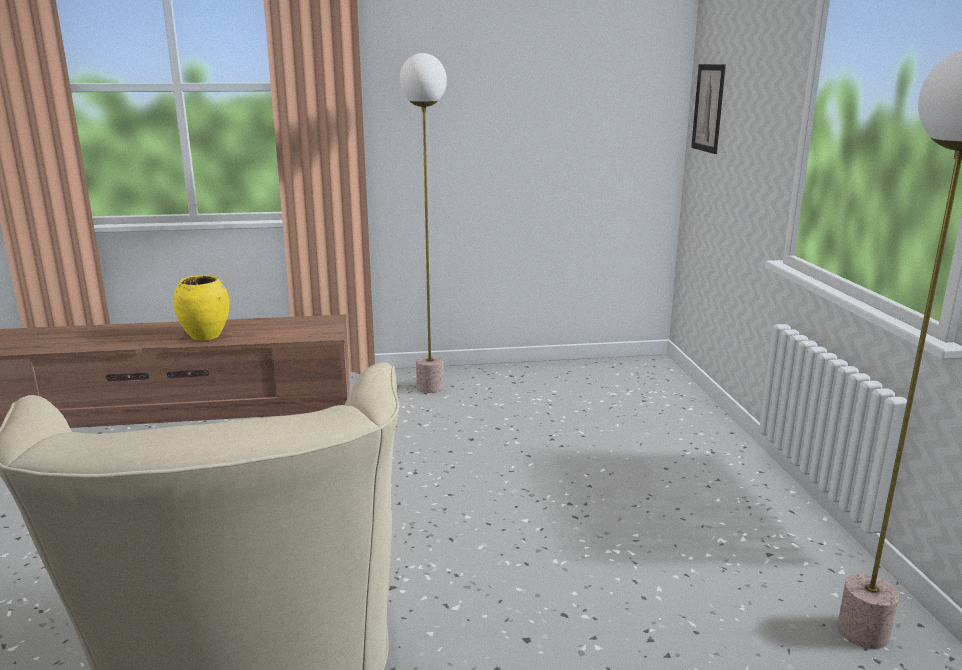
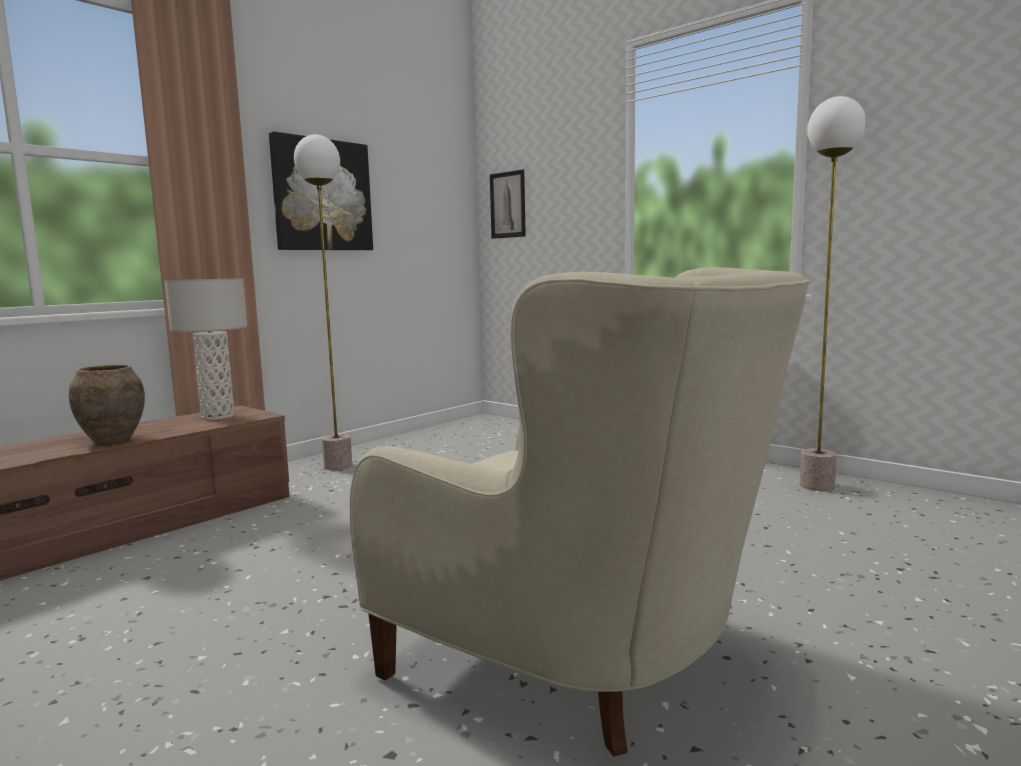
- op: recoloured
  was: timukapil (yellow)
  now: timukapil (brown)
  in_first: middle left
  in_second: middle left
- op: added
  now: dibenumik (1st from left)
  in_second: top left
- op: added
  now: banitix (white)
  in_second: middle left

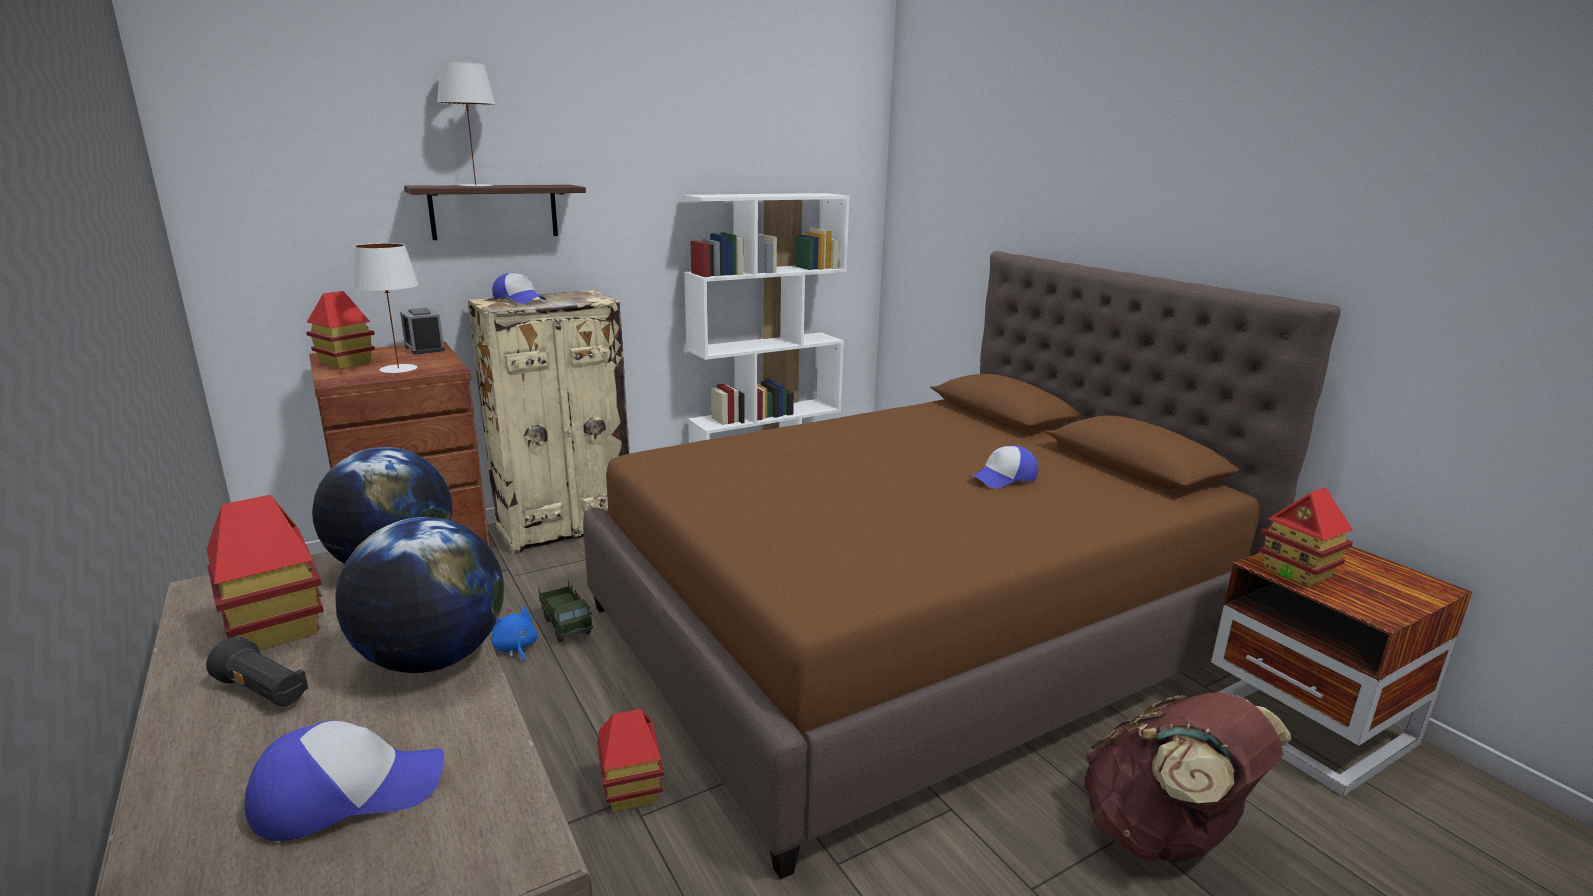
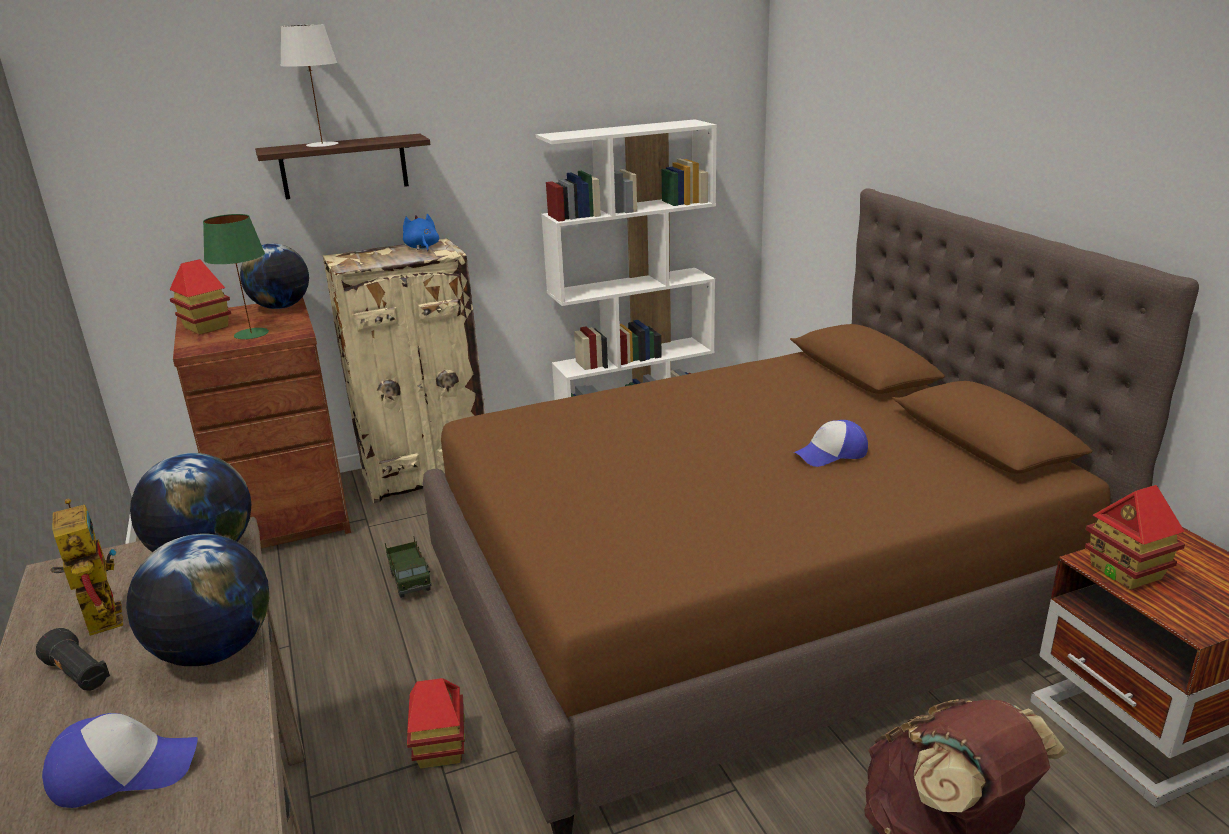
- op: recoloured
  was: banitix (white) (1st from left)
  now: banitix (green)
  in_first: middle left
  in_second: top left
- op: removed
  was: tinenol (2nd from left)
  in_first: top left
- op: replaced
  was: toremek
  now: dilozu (3rd from left)
  in_first: middle left
  in_second: top left
- op: replaced
  was: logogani (1st from left)
  now: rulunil
  in_first: middle left
  in_second: bottom left
- op: moved
  was: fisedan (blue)
  in_first: bottom left
  in_second: top centre

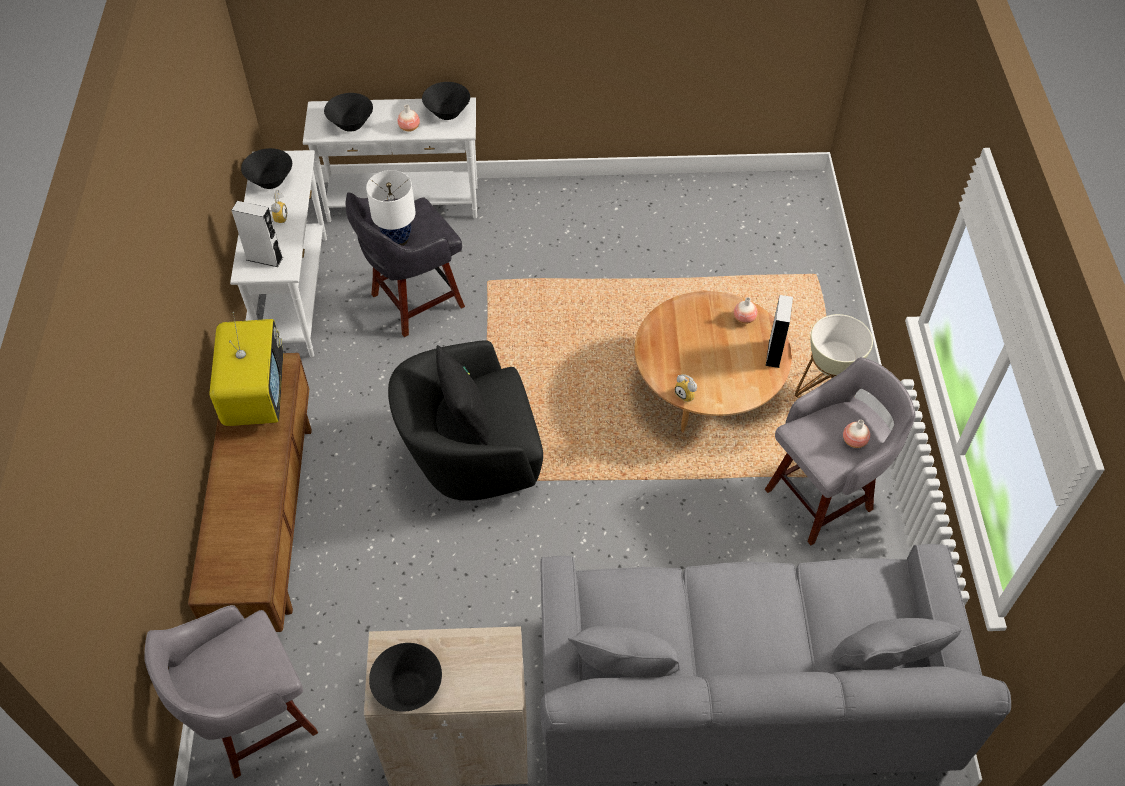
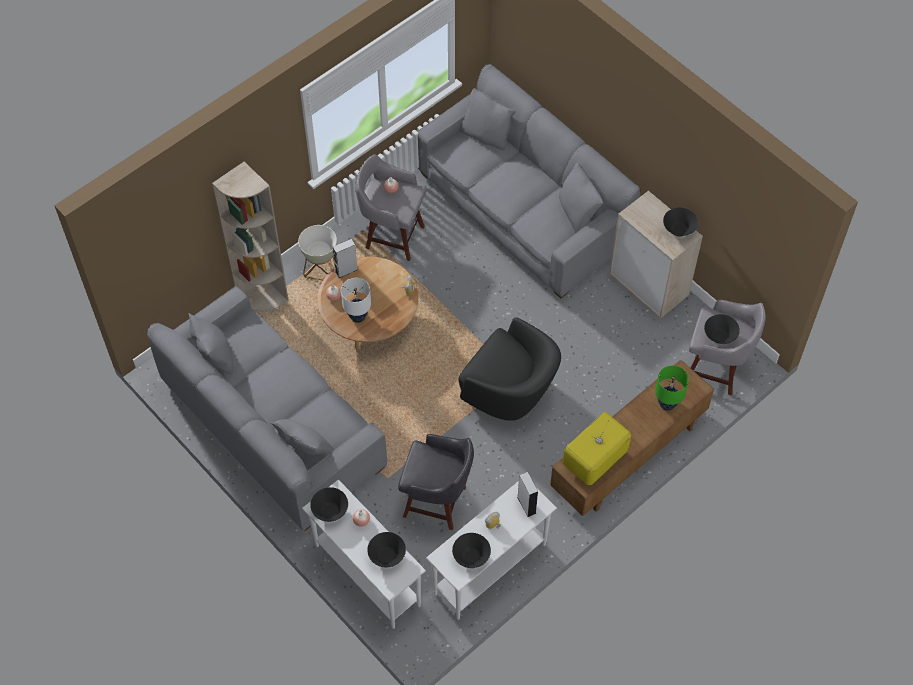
- op: moved
  was: banitix (white)
  in_first: top centre
  in_second: centre
- op: removed
  was: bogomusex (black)
  in_first: centre
- op: added
  now: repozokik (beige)
  in_second: middle left
- op: added
  now: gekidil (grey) (1st from left)
  in_second: middle left
- op: added
  now: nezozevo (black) (5th from left)
  in_second: middle right
- op: added
  now: banitix (green)
  in_second: middle right

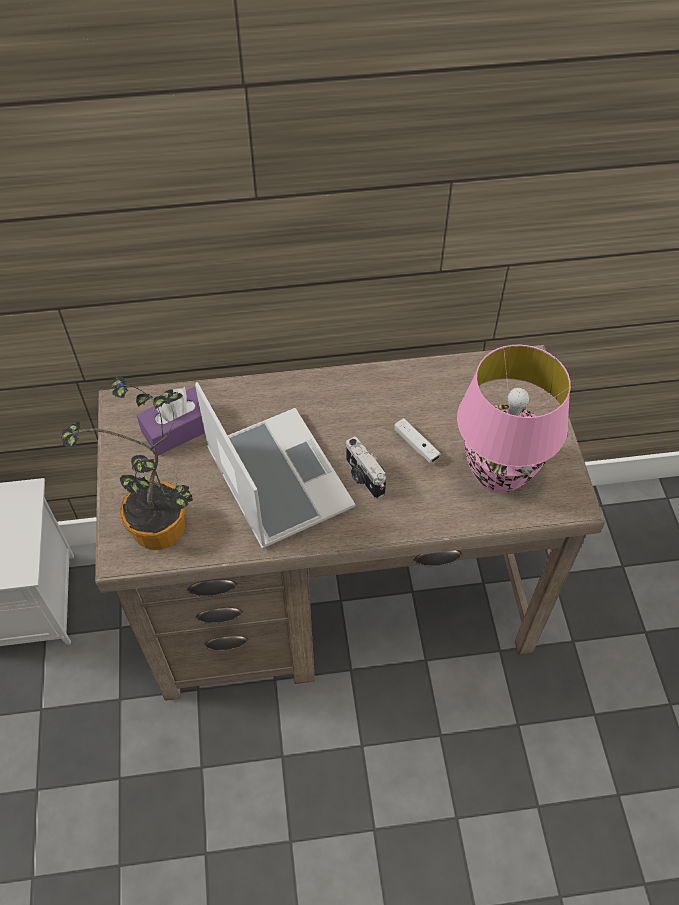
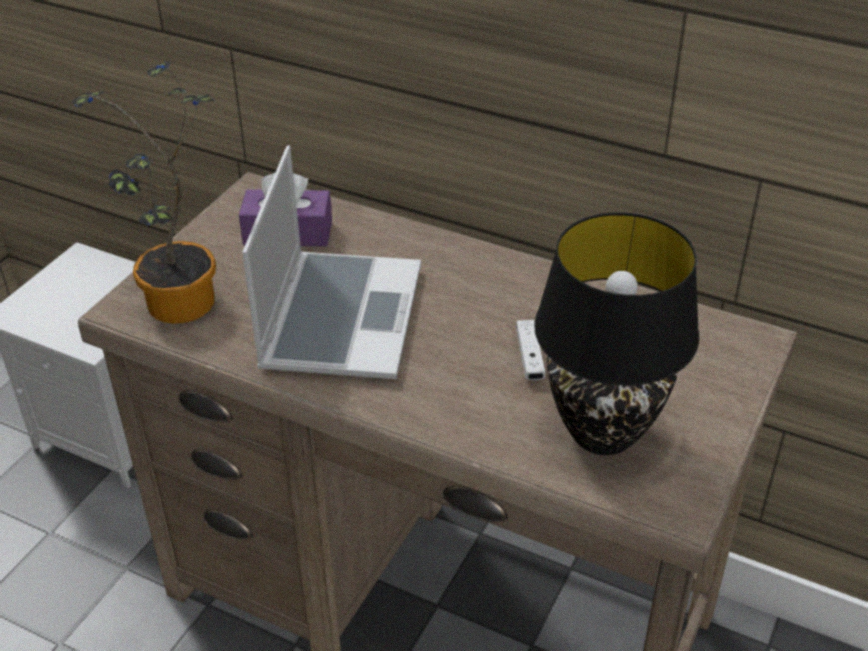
- op: recoloured
  was: banitix (pink)
  now: banitix (black)
  in_first: middle right
  in_second: middle right
- op: removed
  was: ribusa
  in_first: centre

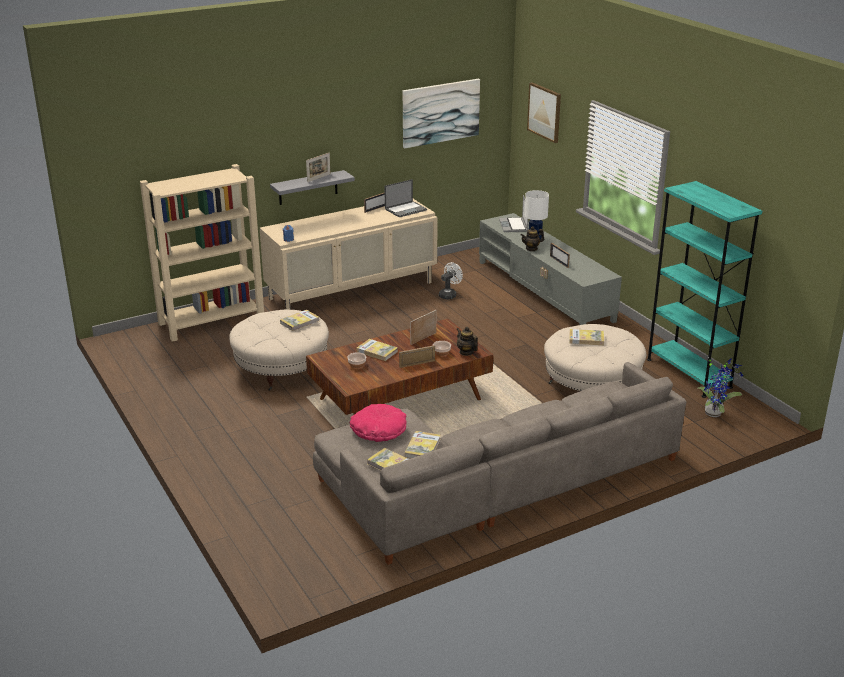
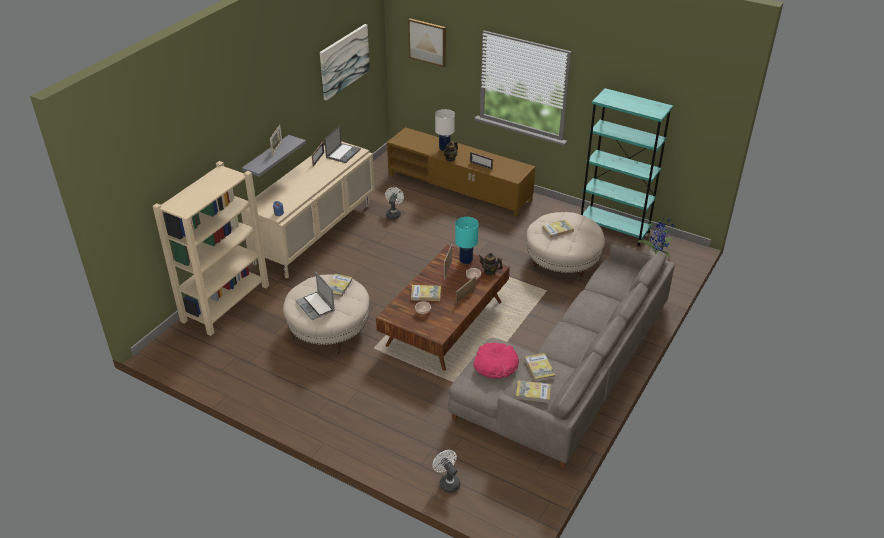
- op: moved
  was: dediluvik (2nd from left in the first image)
  now: dediluvik (1st from left)
  in_first: top centre
  in_second: centre
- op: recoloured
  was: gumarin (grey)
  now: gumarin (brown)
  in_first: centre
  in_second: top centre
- op: added
  now: banitix (turquoise)
  in_second: centre
- op: added
  now: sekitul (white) (2nd from left)
  in_second: bottom centre

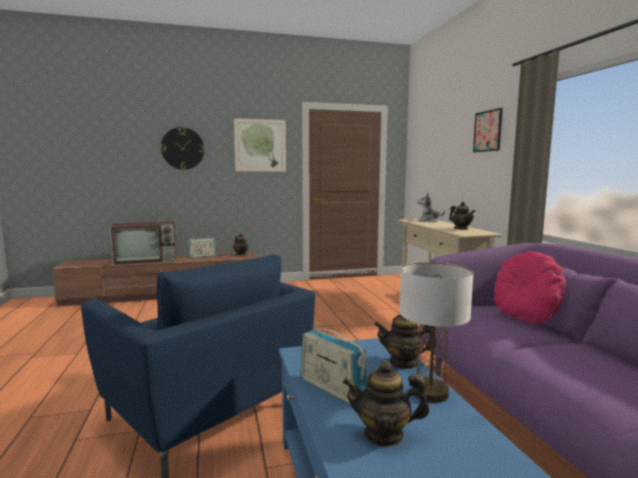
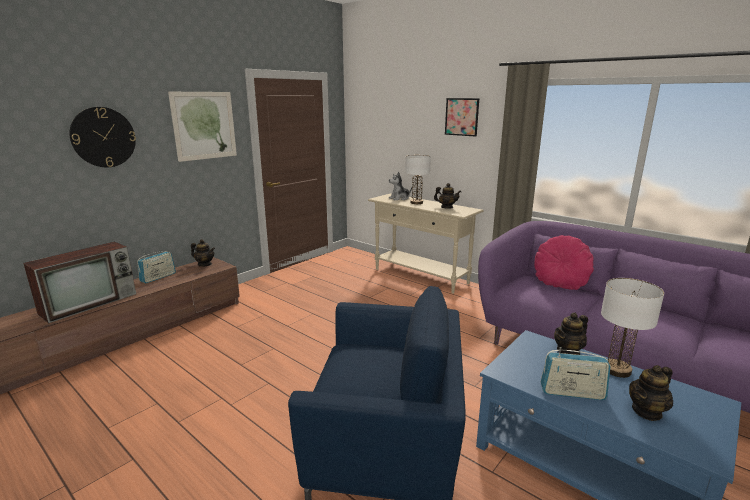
- op: added
  now: banitix (1st from left)
  in_second: centre

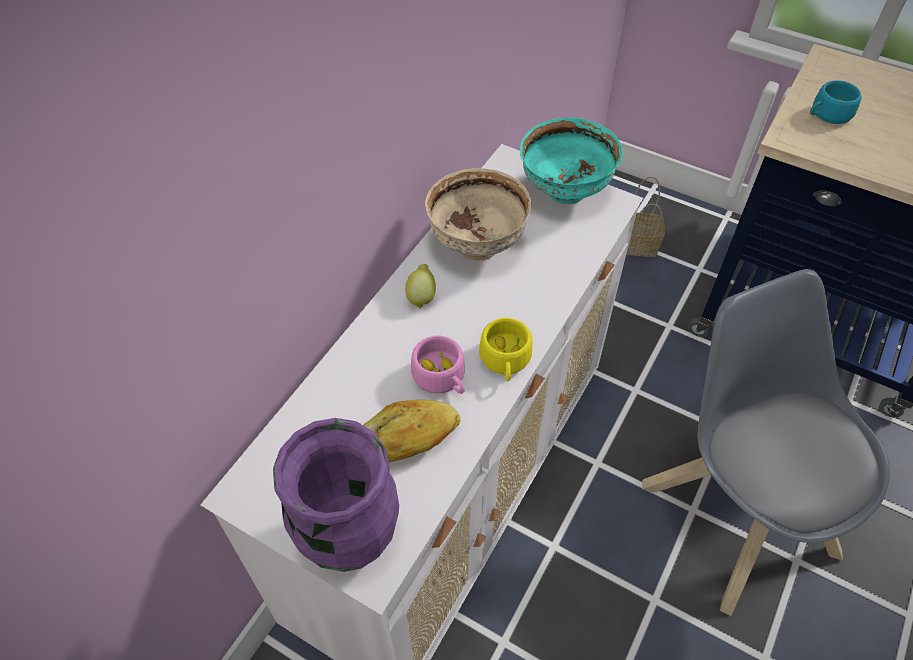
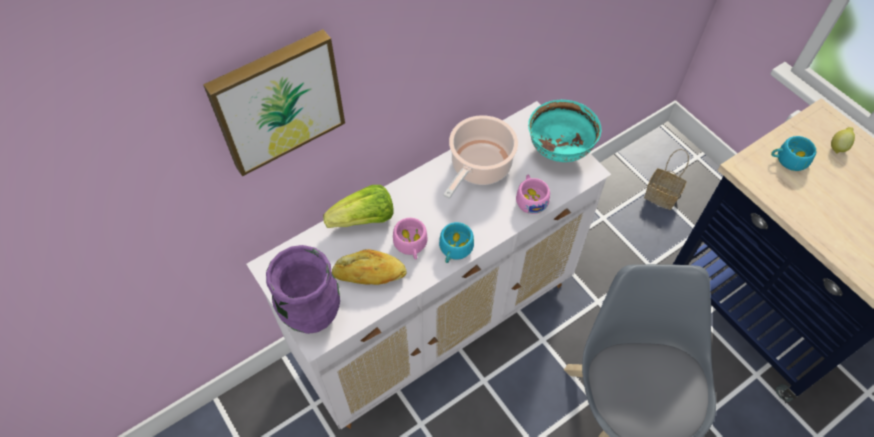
- op: replaced
  was: nezozevo (beige)
  now: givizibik
  in_first: top centre
  in_second: centre
- op: moved
  was: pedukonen
  in_first: centre
  in_second: top right
- op: recoloured
  was: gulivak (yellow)
  now: gulivak (turquoise) (1st from left)
  in_first: centre
  in_second: centre
- op: added
  now: dibenumik
  in_second: top left
- op: added
  now: gulivak (pink) (2nd from left)
  in_second: centre
- op: added
  now: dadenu
  in_second: centre

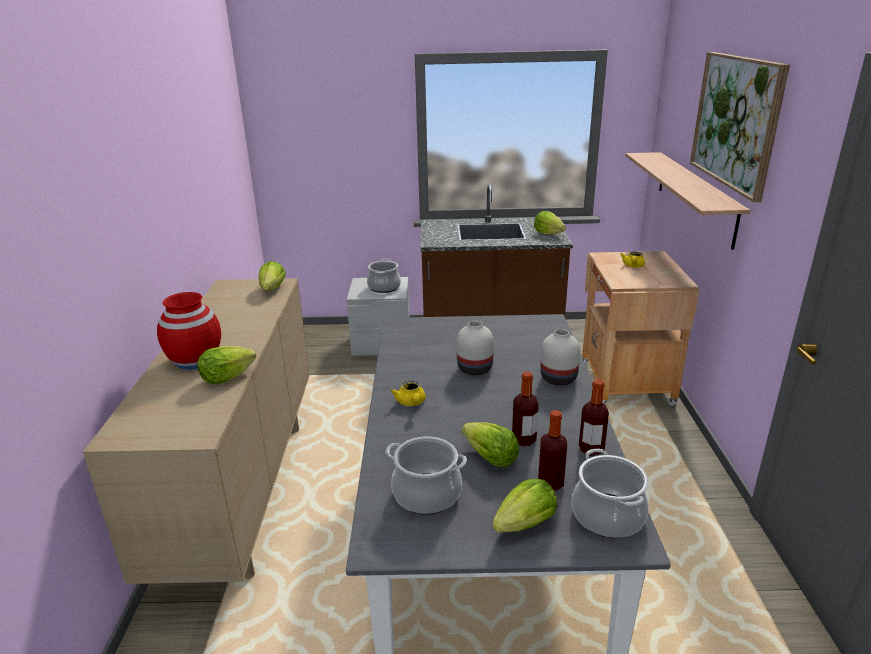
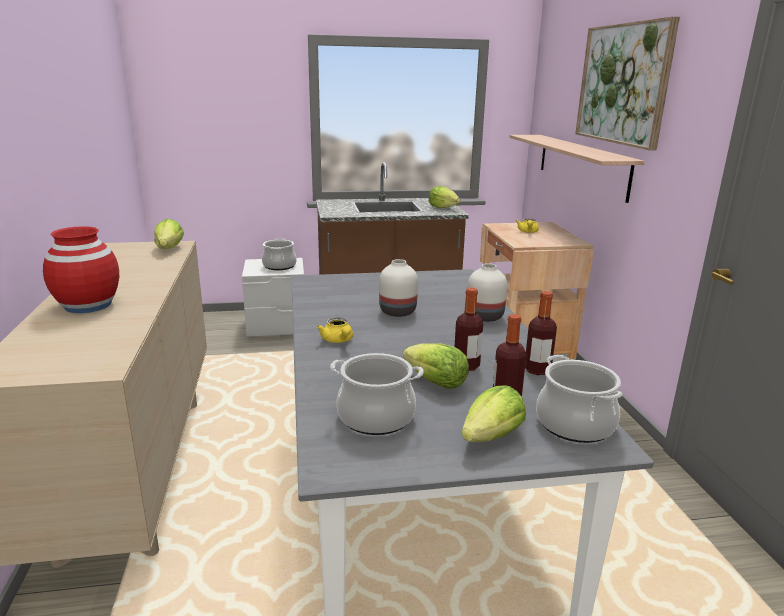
- op: removed
  was: dadenu (1st from left)
  in_first: middle left

